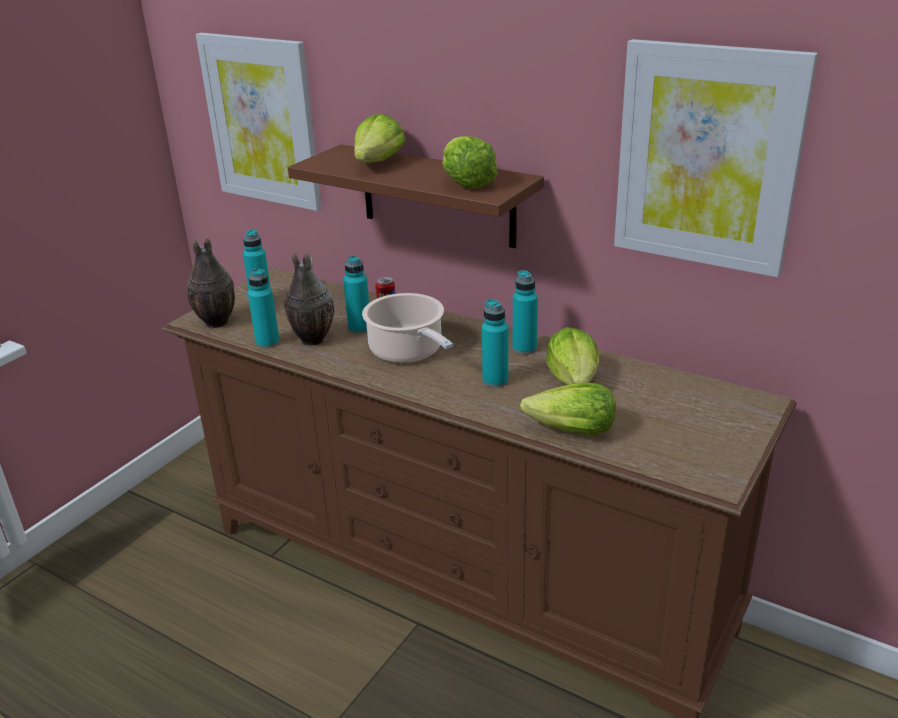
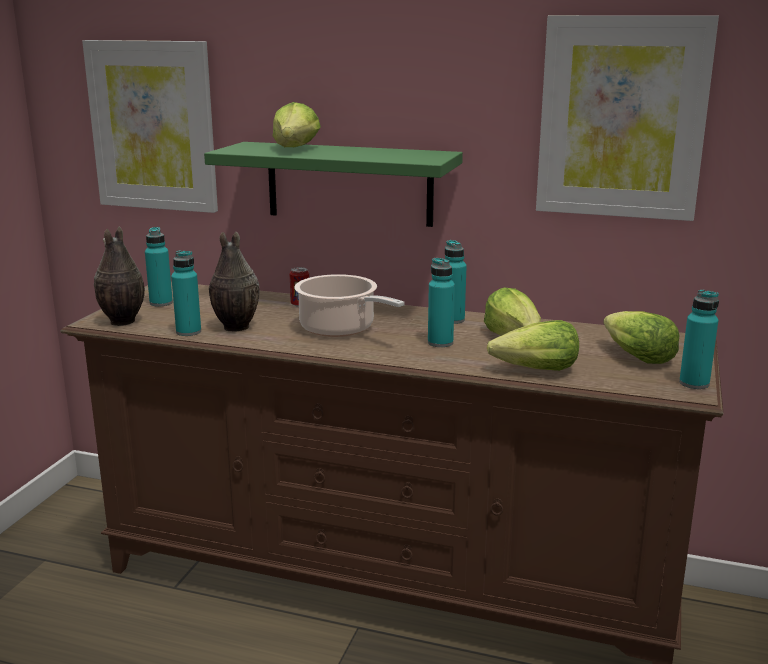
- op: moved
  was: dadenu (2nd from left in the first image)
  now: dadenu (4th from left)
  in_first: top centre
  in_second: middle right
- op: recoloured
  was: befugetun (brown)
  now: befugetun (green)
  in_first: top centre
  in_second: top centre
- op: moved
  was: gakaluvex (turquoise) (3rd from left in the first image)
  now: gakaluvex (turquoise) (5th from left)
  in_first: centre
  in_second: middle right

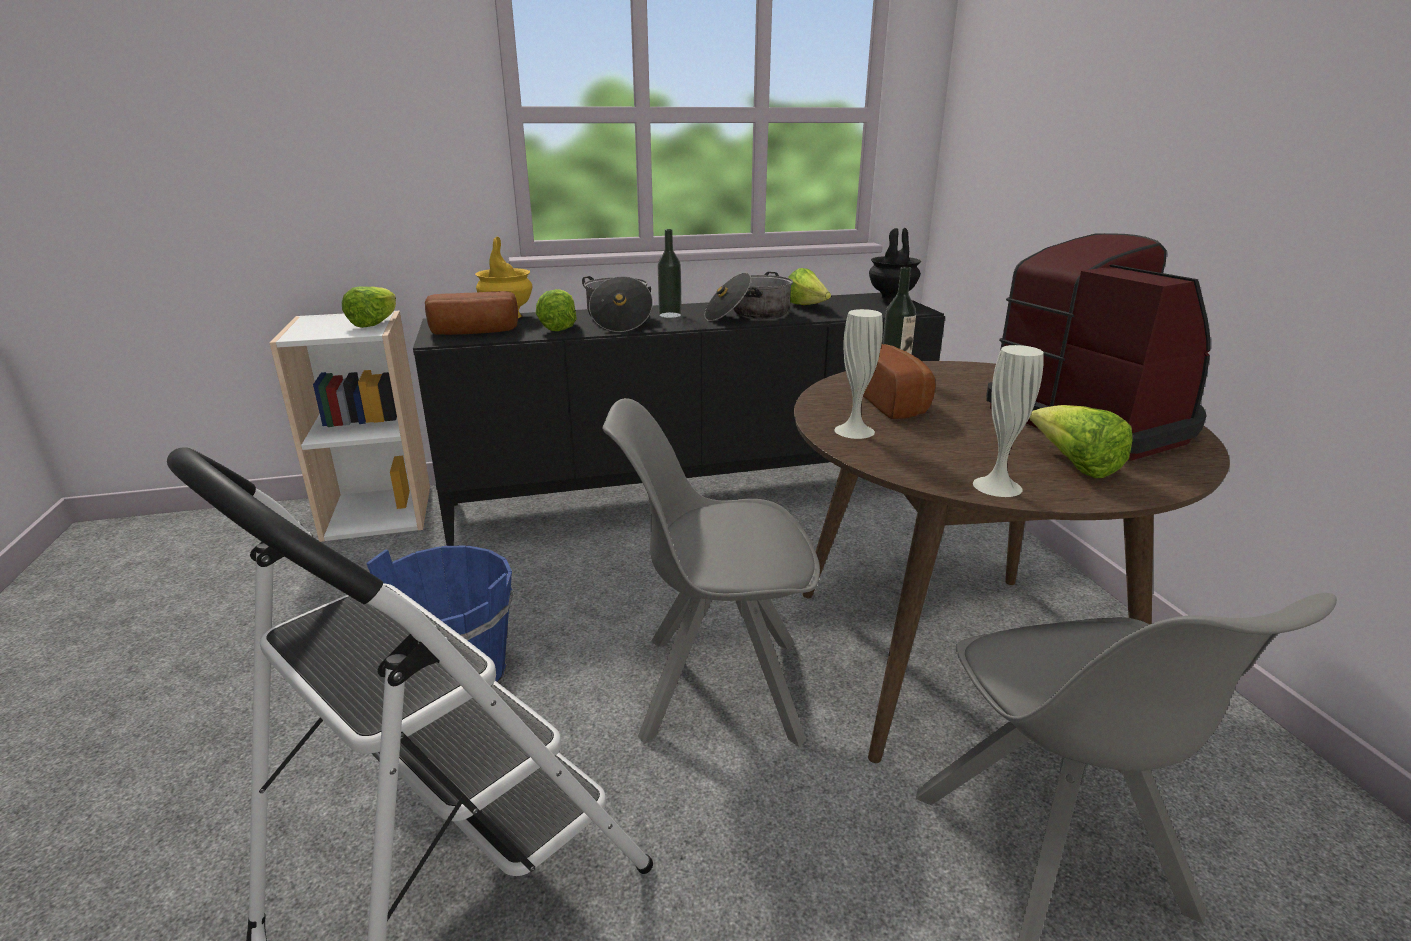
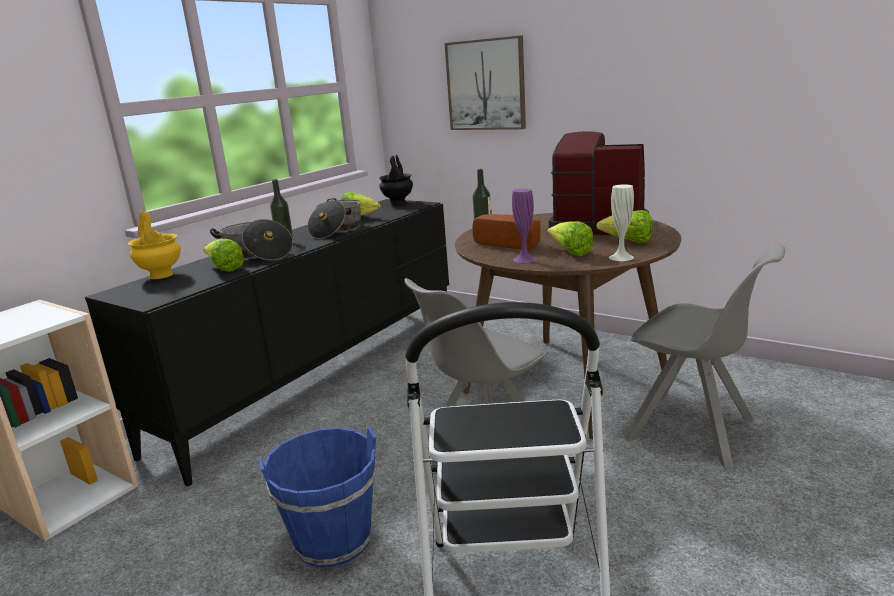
- op: moved
  was: dadenu (1st from left in the first image)
  now: dadenu (3rd from left)
  in_first: top left
  in_second: centre
- op: removed
  was: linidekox (1st from left)
  in_first: top centre
- op: recoloured
  was: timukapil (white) (1st from left)
  now: timukapil (purple)
  in_first: centre
  in_second: centre
- op: added
  now: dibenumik
  in_second: top centre

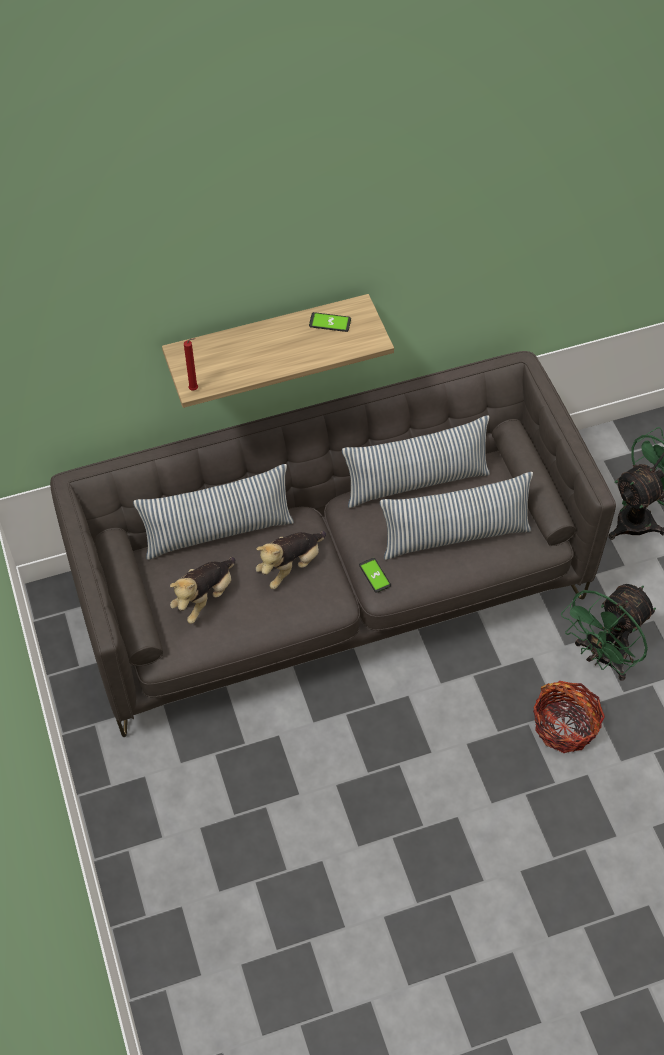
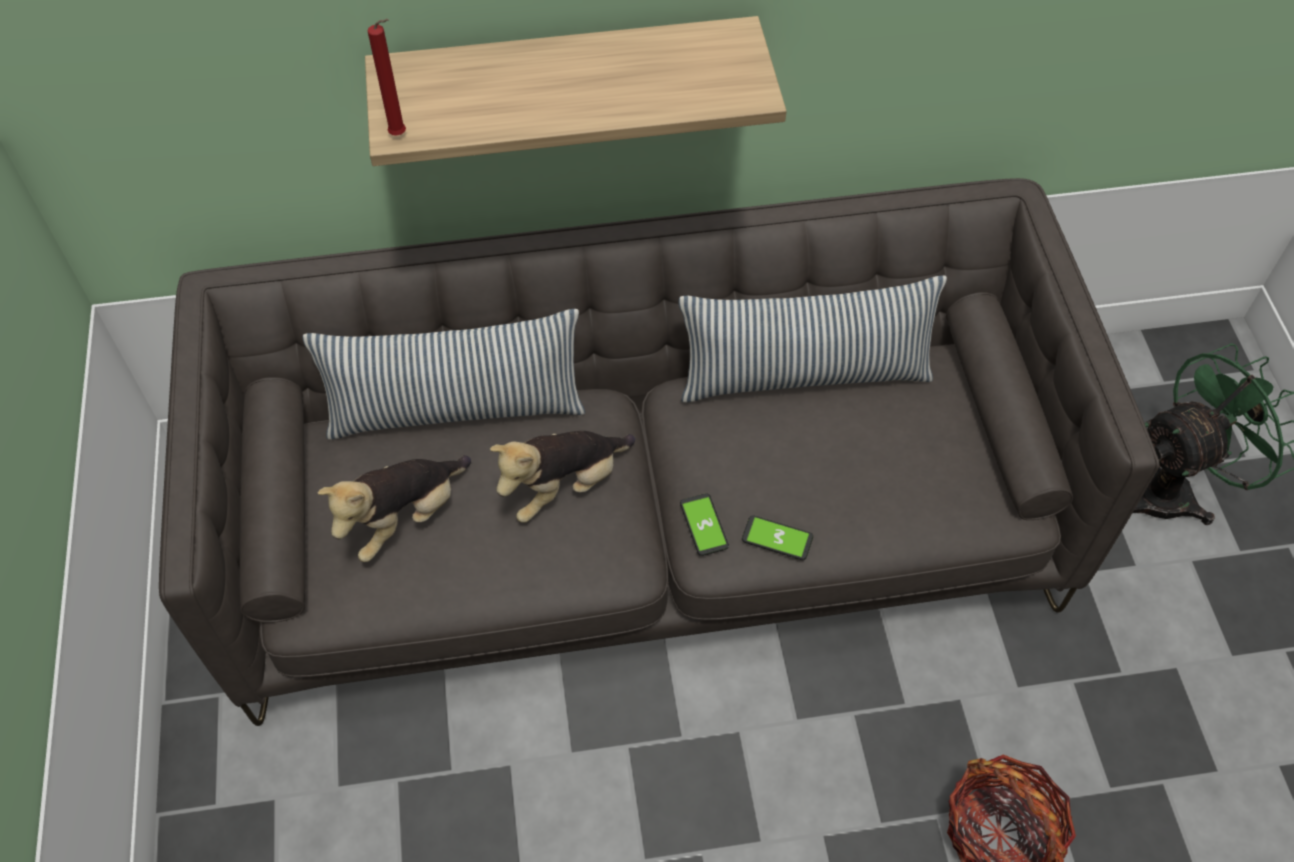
- op: moved
  was: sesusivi (1st from left in the first image)
  now: sesusivi (2nd from left)
  in_first: top centre
  in_second: centre
- op: removed
  was: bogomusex (3rd from left)
  in_first: middle right
- op: removed
  was: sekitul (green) (1st from left)
  in_first: middle right

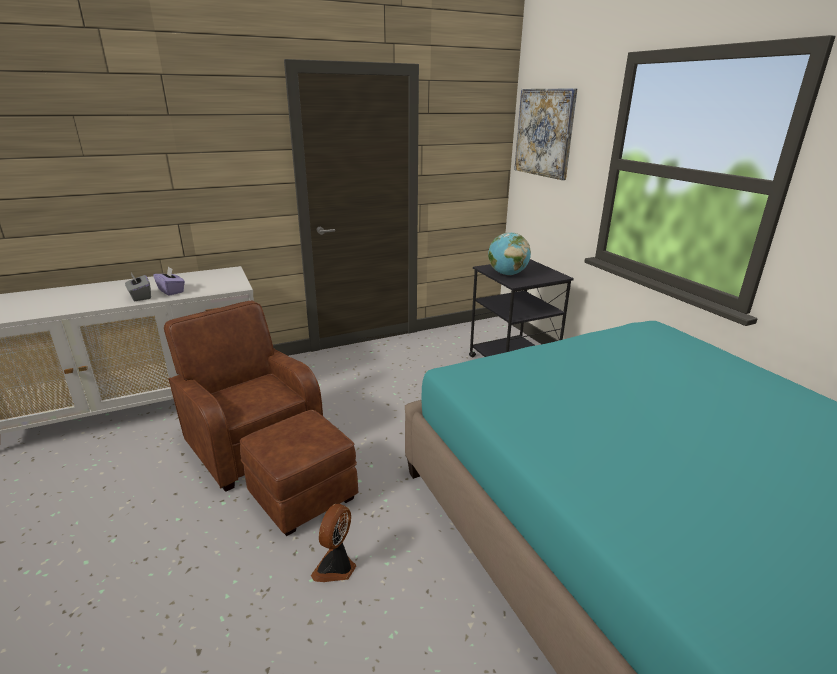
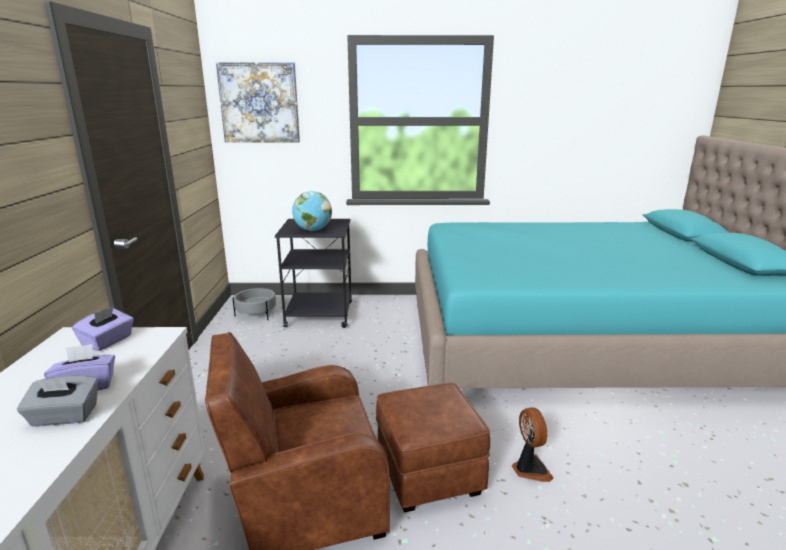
- op: turned
  was: sekitul
  in_first: bottom centre
  in_second: bottom right
  clockwise: -150
- op: added
  now: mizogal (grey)
  in_second: middle left
- op: added
  now: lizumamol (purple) (2nd from left)
  in_second: middle left

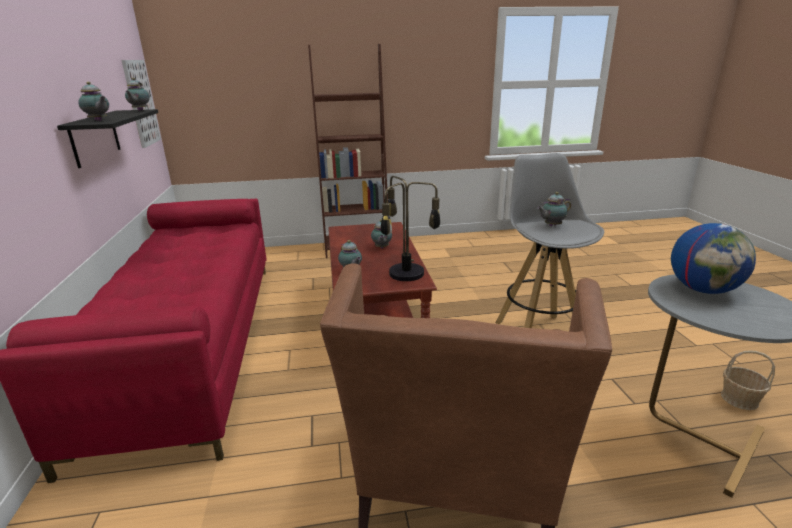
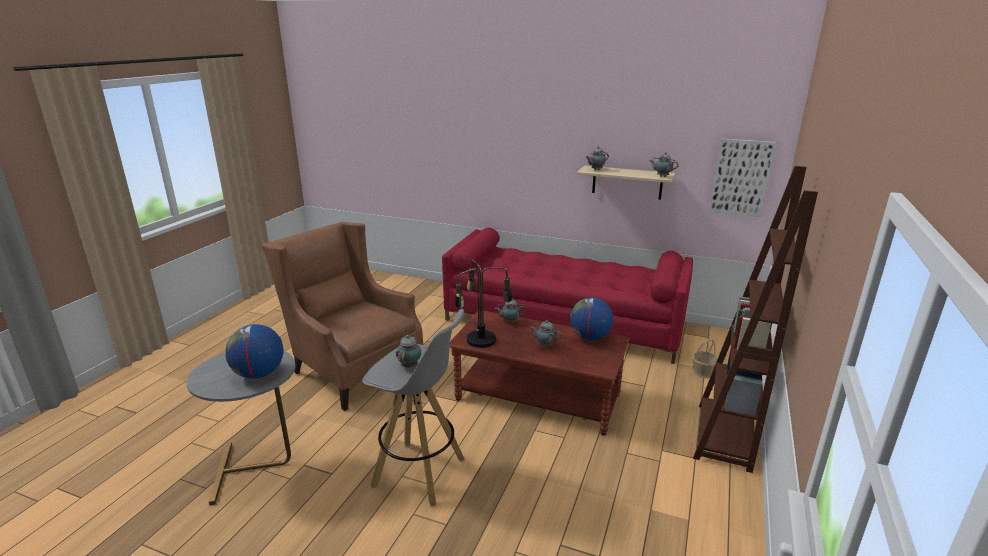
- op: recoloured
  was: befugetun (black)
  now: befugetun (beige)
  in_first: top left
  in_second: top centre
- op: moved
  was: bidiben
  in_first: bottom right
  in_second: middle right
- op: added
  now: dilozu (2nd from left)
  in_second: centre

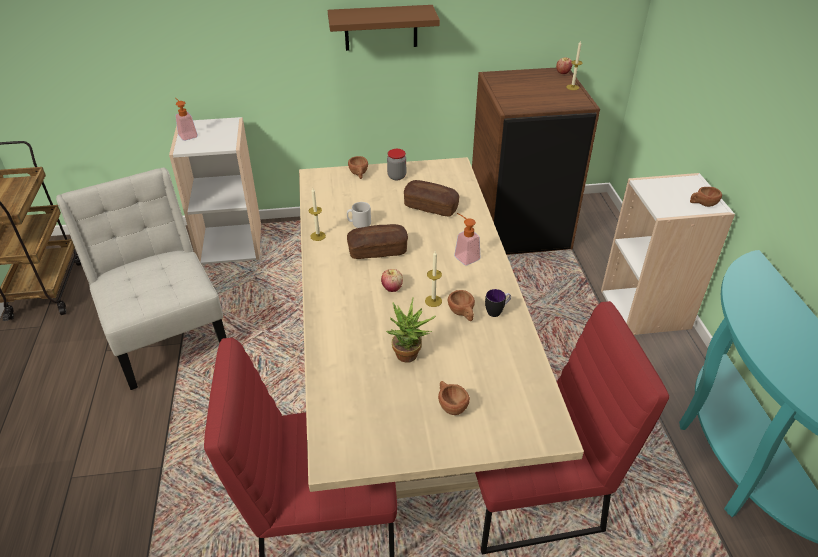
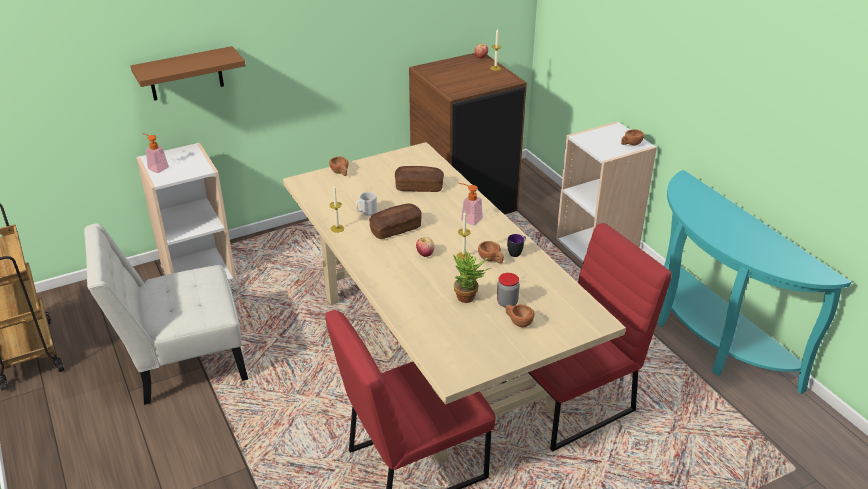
- op: moved
  was: befugetun (brown)
  in_first: top centre
  in_second: top left
- op: moved
  was: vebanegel
  in_first: top centre
  in_second: centre
- op: turned
  was: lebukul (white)
  in_first: middle left
  in_second: middle left
  clockwise: -60

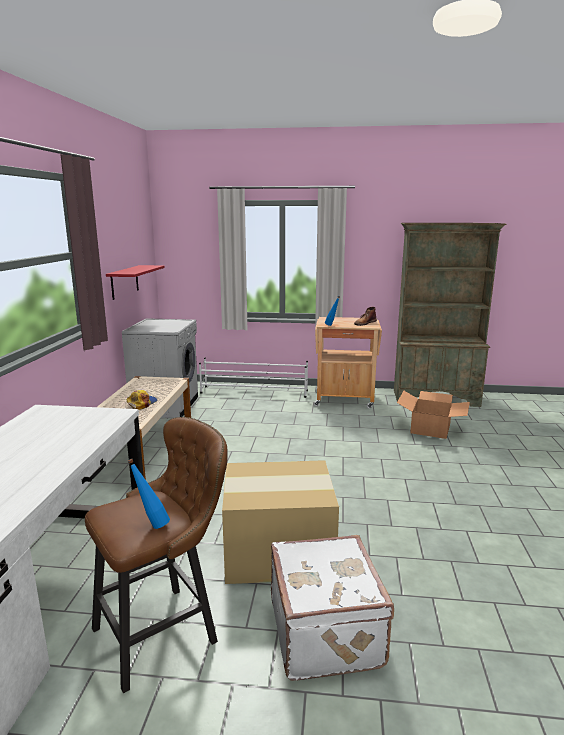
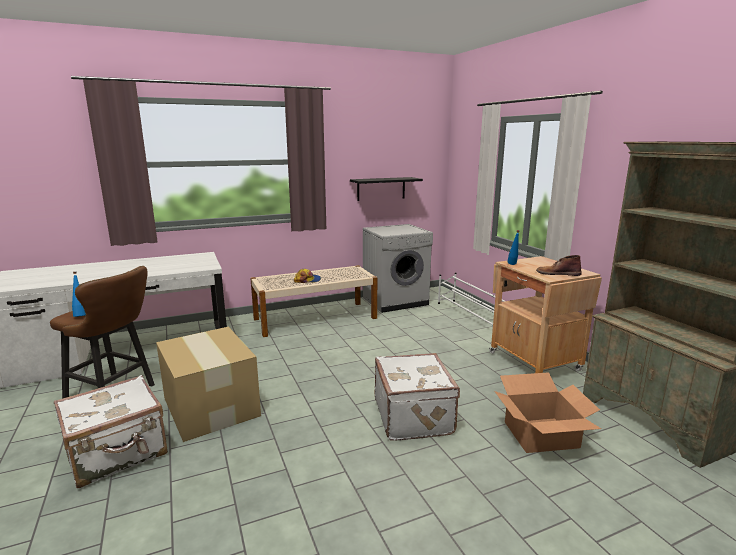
- op: recoloured
  was: befugetun (red)
  now: befugetun (black)
  in_first: middle left
  in_second: centre
- op: added
  now: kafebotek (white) (2nd from left)
  in_second: bottom centre

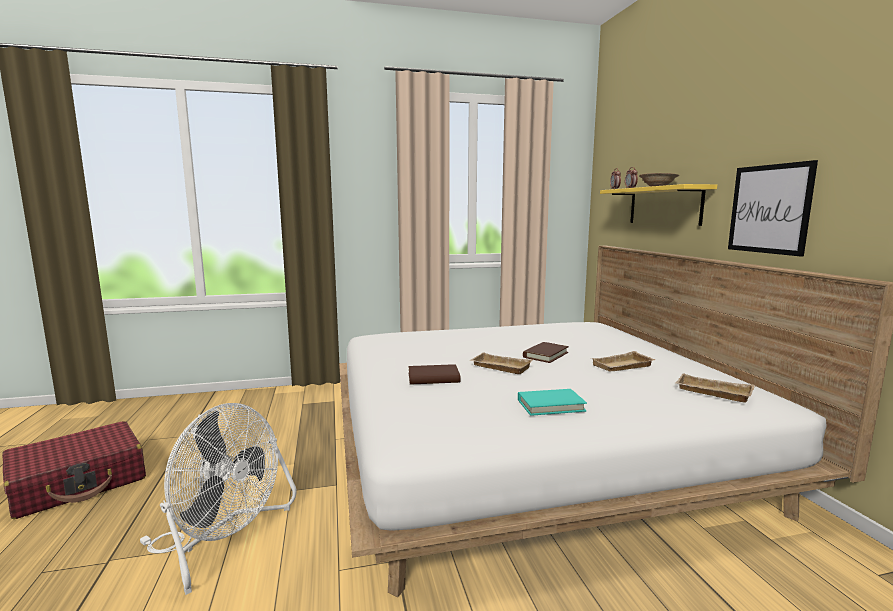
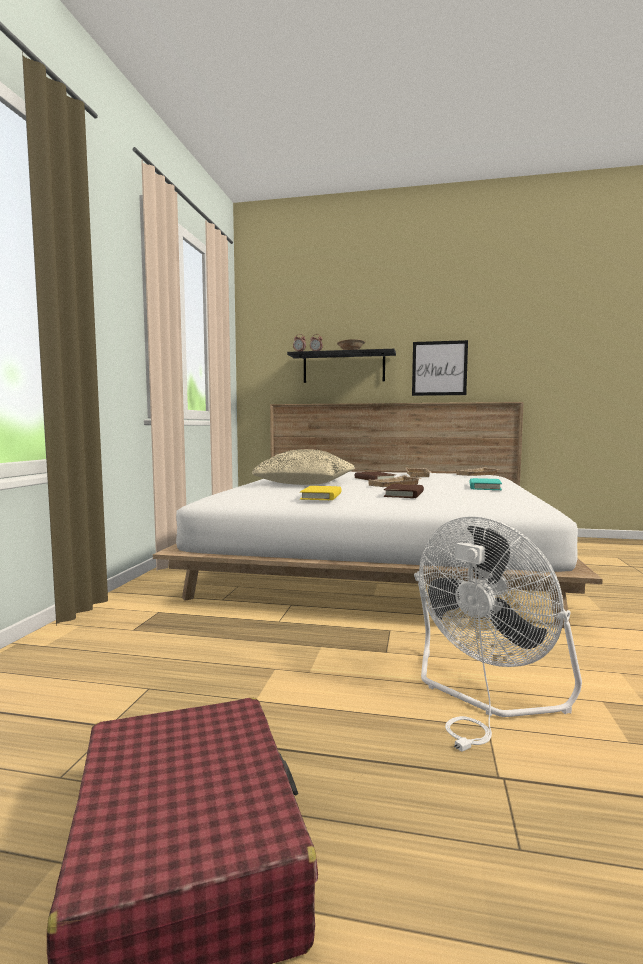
- op: recoloured
  was: befugetun (yellow)
  now: befugetun (black)
  in_first: middle right
  in_second: centre
- op: added
  now: bogomusex (beige)
  in_second: centre
- op: added
  now: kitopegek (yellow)
  in_second: centre

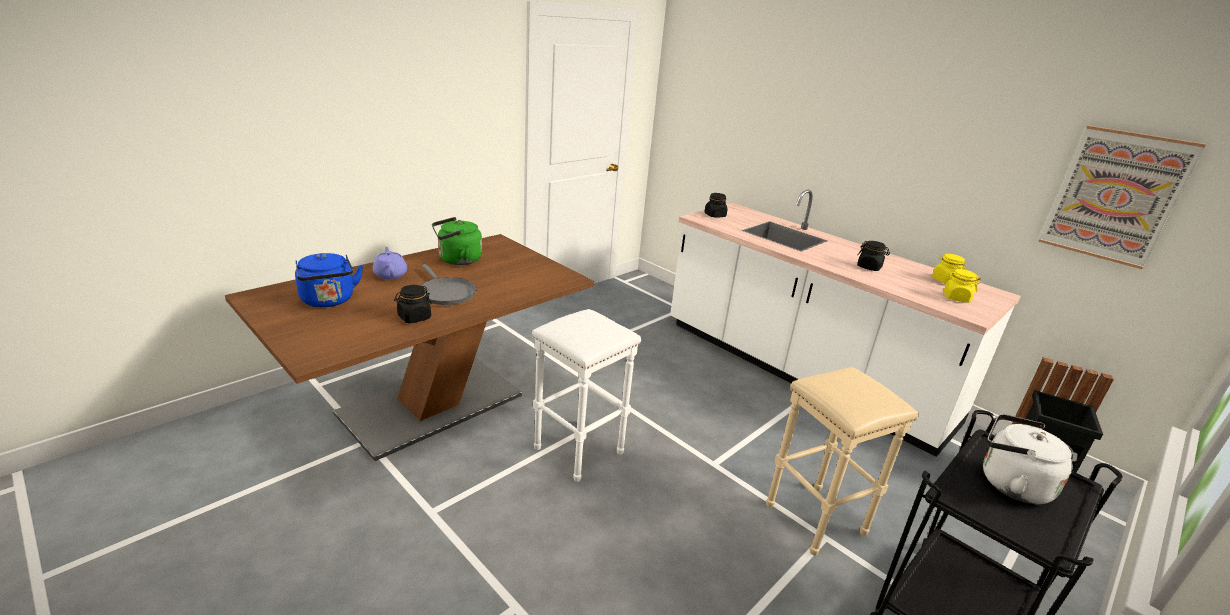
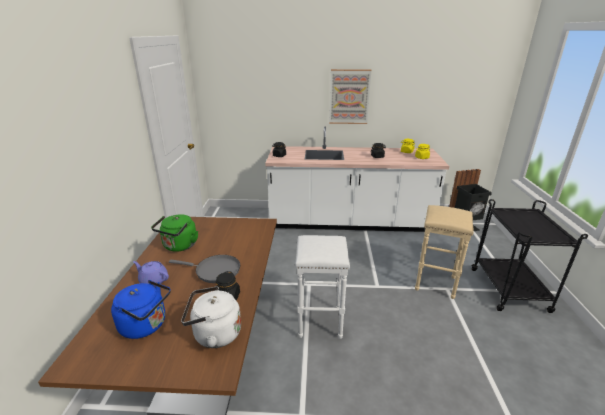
- op: moved
  was: dibenumik
  in_first: top right
  in_second: top centre
- op: moved
  was: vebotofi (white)
  in_first: bottom right
  in_second: bottom centre

